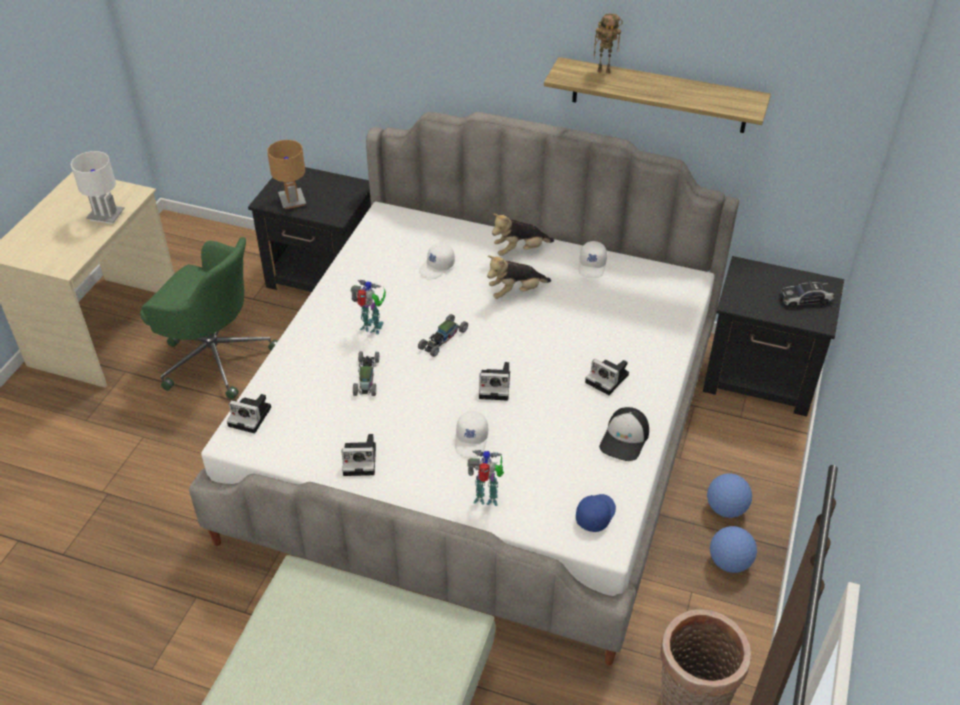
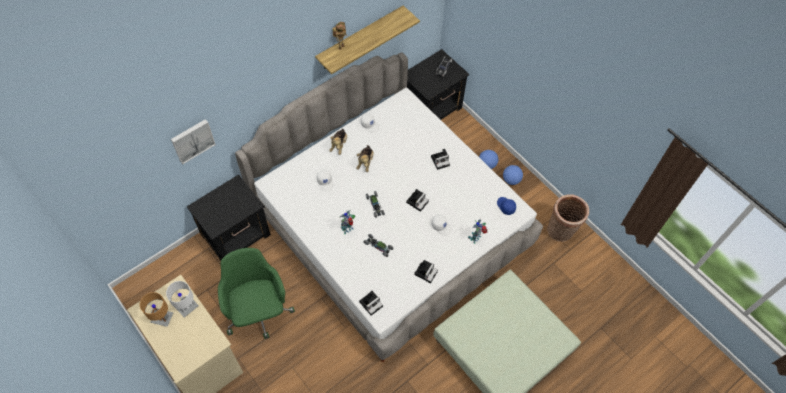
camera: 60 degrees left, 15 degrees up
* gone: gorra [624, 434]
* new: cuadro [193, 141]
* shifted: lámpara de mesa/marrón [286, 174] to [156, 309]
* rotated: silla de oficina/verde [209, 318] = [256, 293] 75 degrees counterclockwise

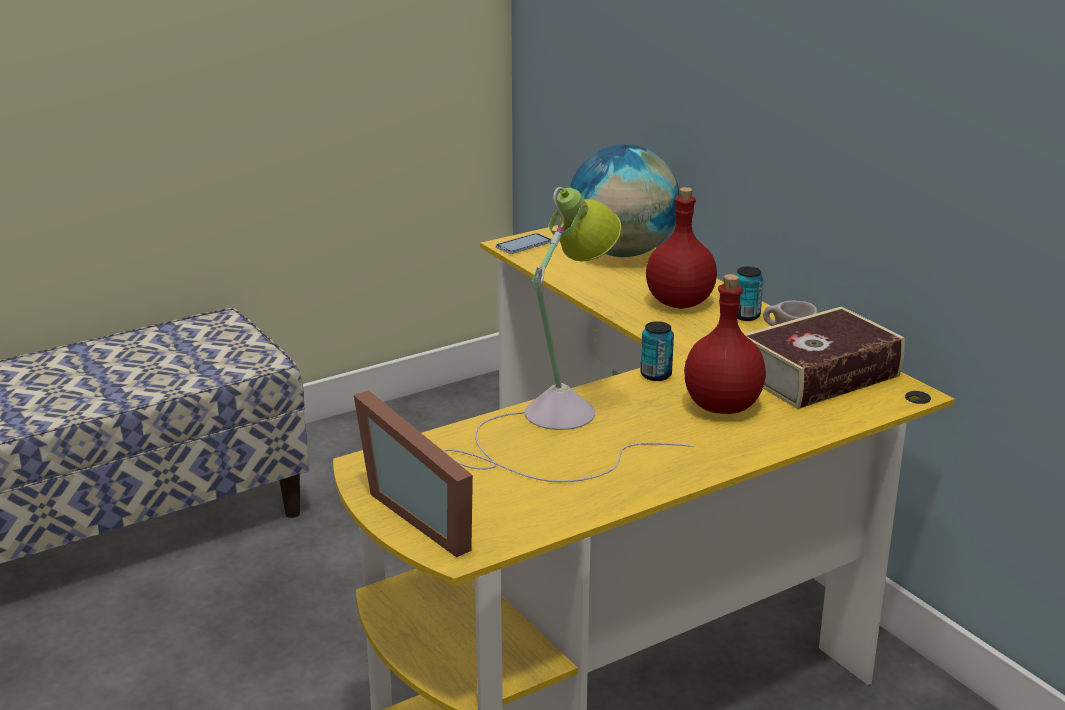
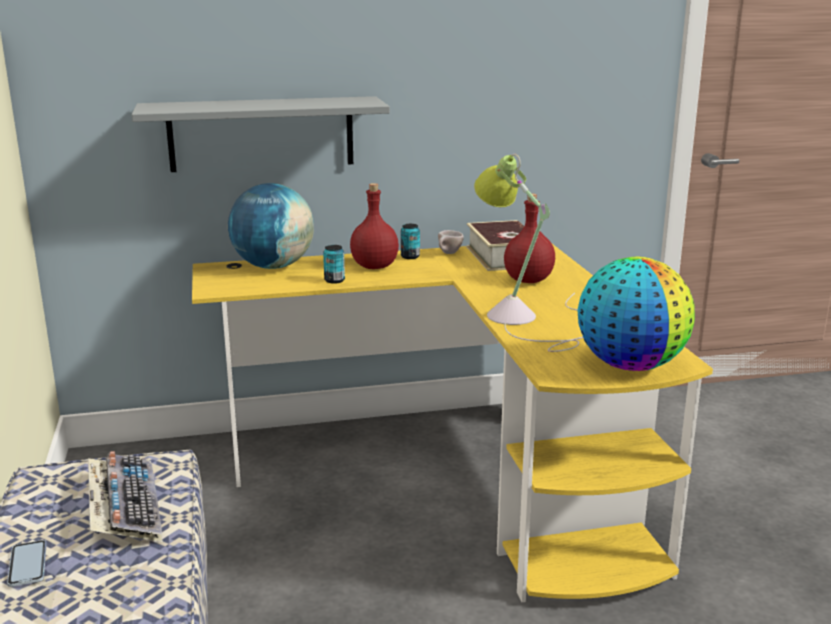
camera: 70 degrees left, 5 degrees down
* new: teclado [125, 496]
* new: estante/gris [261, 134]
* shifted: móvil [524, 243] to [27, 563]
* shifted: lata [657, 351] to [334, 264]
* swapped: portarretratos [413, 473] to globo terráqueo [636, 314]

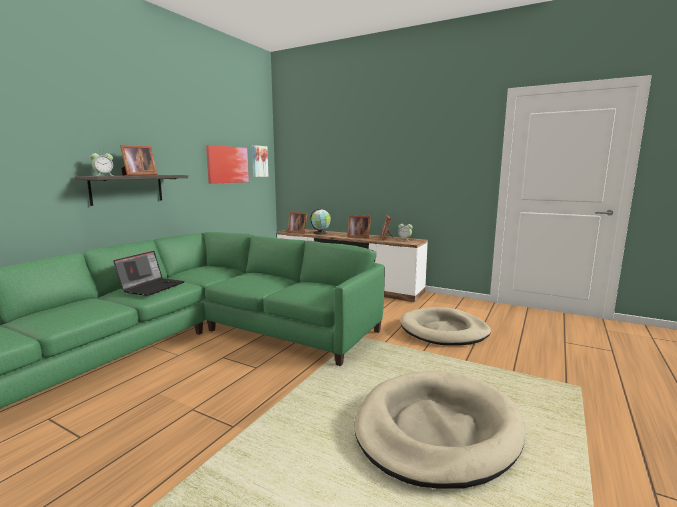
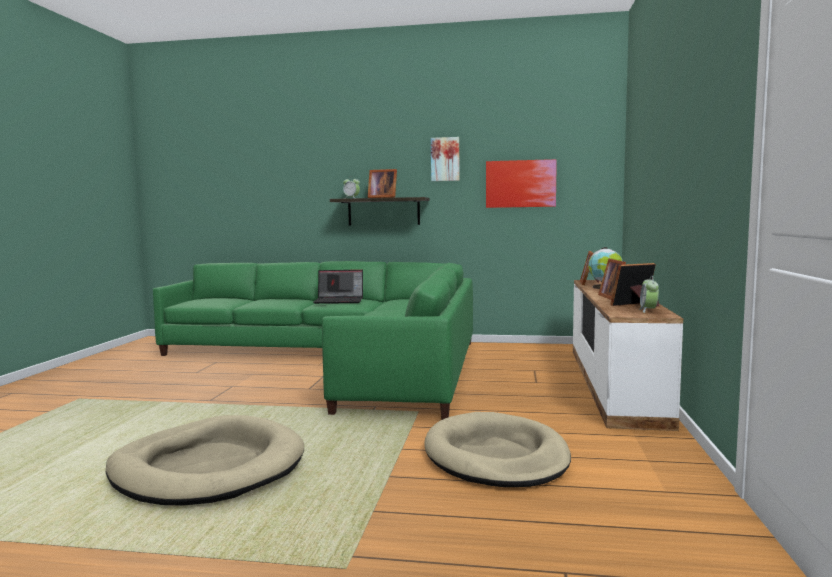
camera: 70 degrees right, 5 degrees down
* shifted: cuadro [260, 161] to [445, 159]

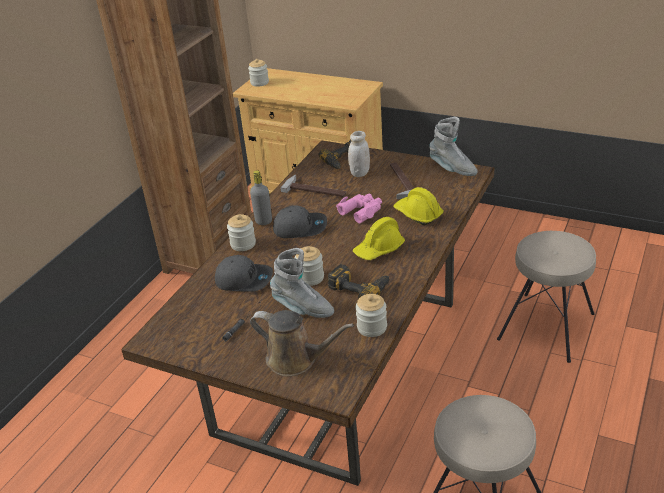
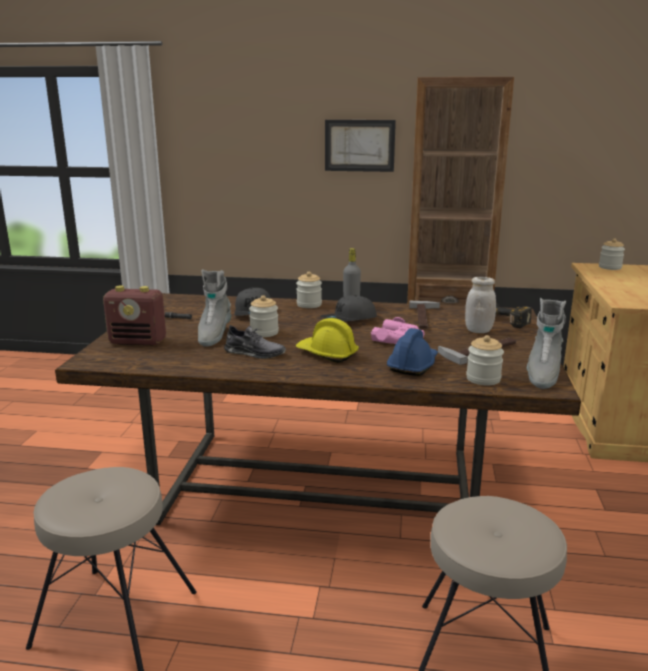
camera: 70 degrees right, 15 degrees down
* new: cuadro [360, 146]
* shifted: tarro [371, 315] to [485, 360]
* swapped: regadera/marrón [302, 343] to radio [134, 315]
* swapped: taladro [358, 281] to zapato/gris [255, 342]
* repainted: casco/amarillo [419, 206] to casco/azul [412, 352]
* rotated: gorra/gris [300, 221] = [349, 308] 75 degrees clockwise

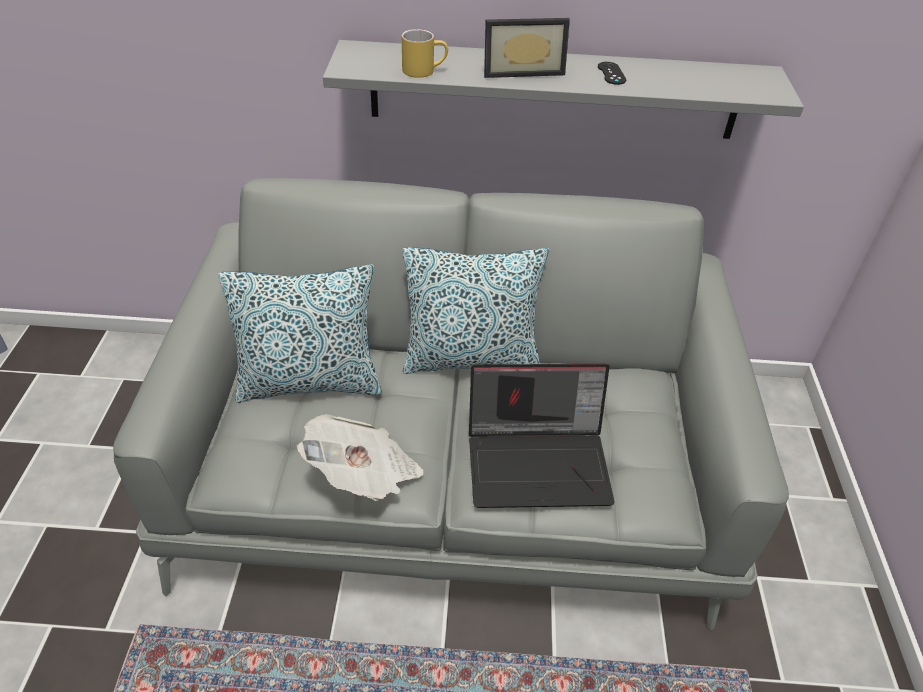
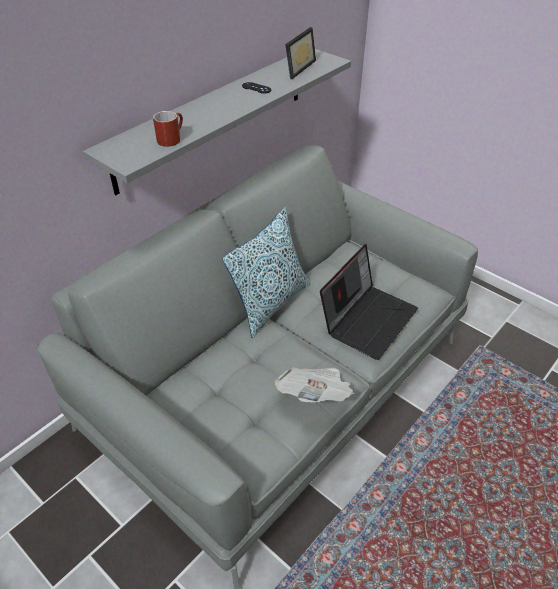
camera: 50 degrees left, 0 degrees up
* gone: cojín [300, 333]
* shifted: portarretratos [527, 48] to [300, 53]
* repainted: taza grande/amarillo [425, 53] to taza grande/rojo [168, 129]

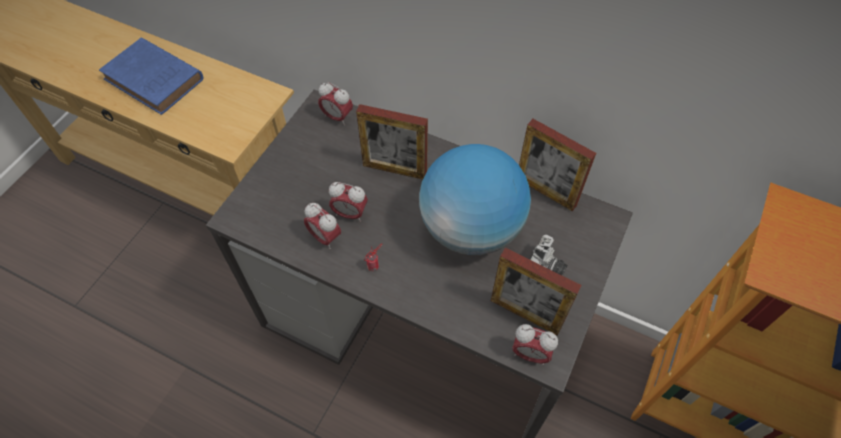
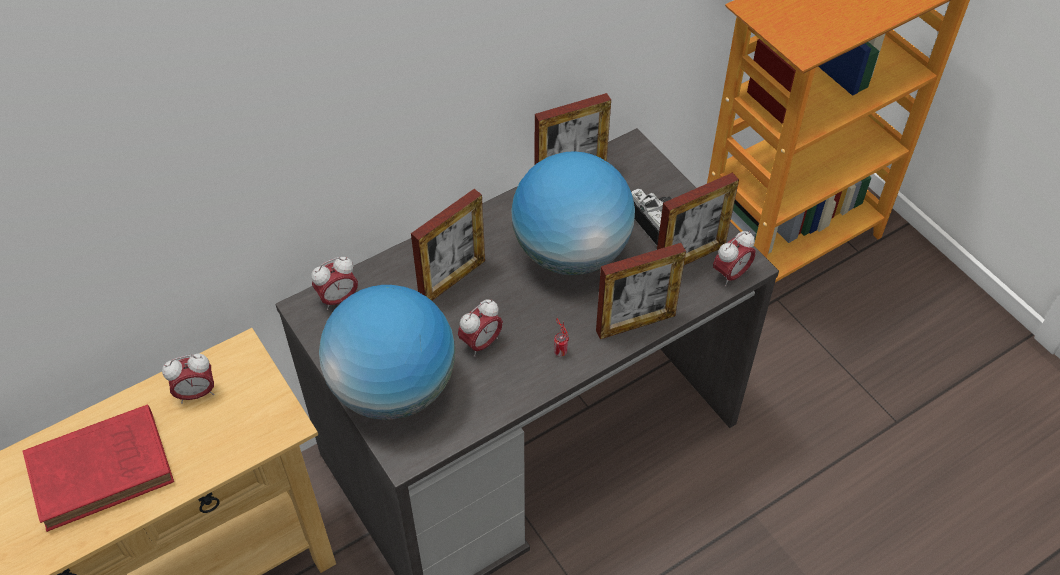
camera: 60 degrees left, 5 degrees down
* new: globo terráqueo [387, 352]
* new: portarretratos [641, 291]
* shifted: despertador [322, 226] to [188, 379]
* repainted: libro/azul [151, 76] to libro/rojo [98, 468]

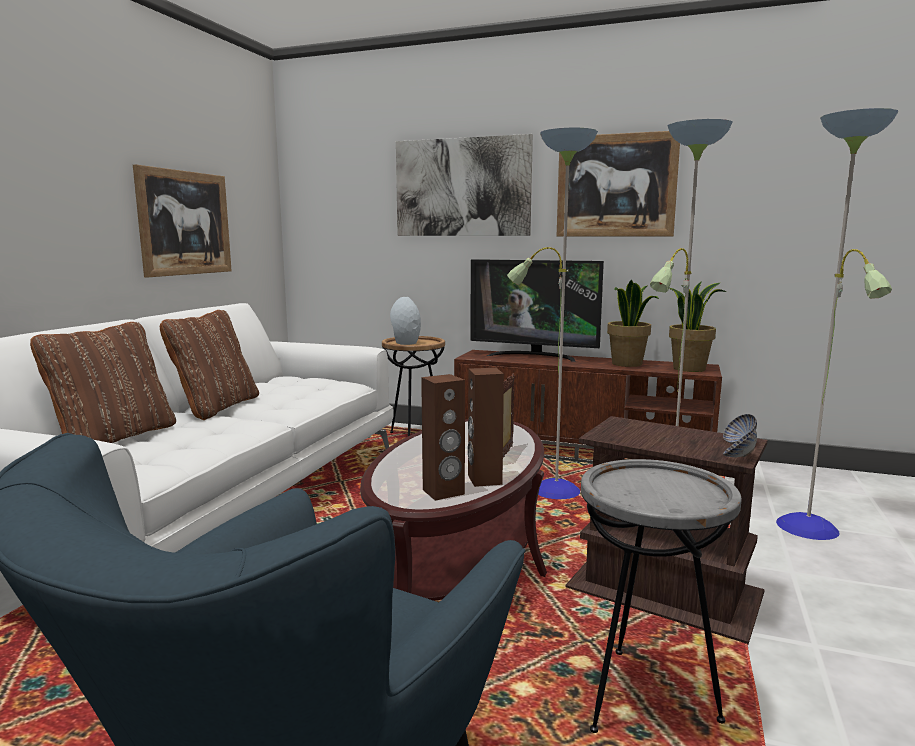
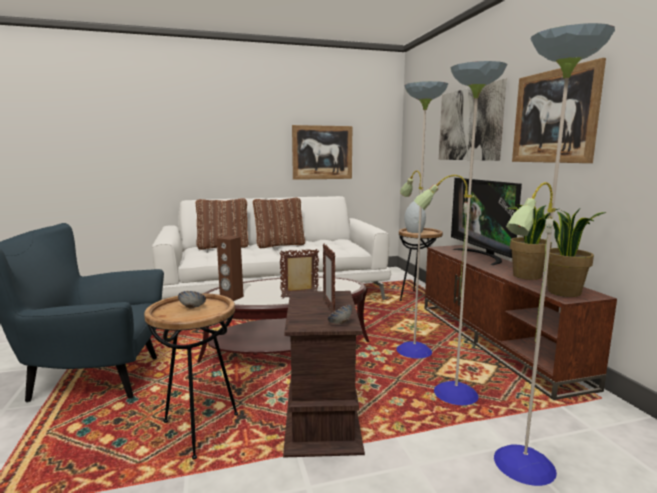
camera: 55 degrees right, 0 degrees up
* gone: altavoz/marrón [486, 427]
* new: portarretratos [329, 278]
* shifted: cuenco [740, 443] to [192, 300]
* repainted: mesa auxiliar/gris [661, 596] to mesa auxiliar/marrón [191, 376]

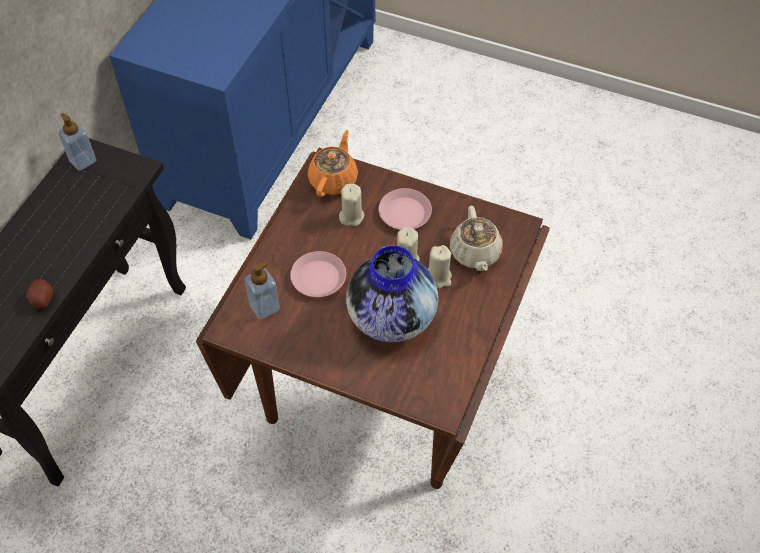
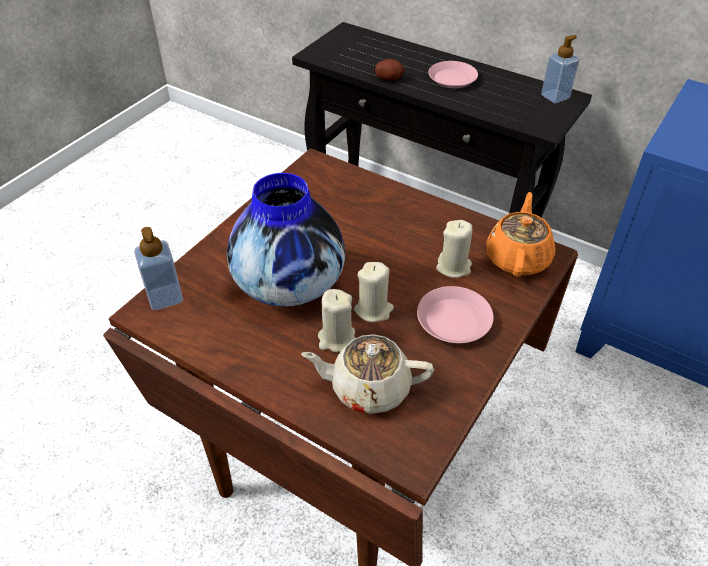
camera: 100 degrees right, 10 degrees down
* shifted: dispensador de jabón [262, 290] to [158, 268]
* shifted: plato/rosa [318, 274] to [453, 74]
* rotated: tetera/naranja [333, 163] = [520, 234] 105 degrees counterclockwise

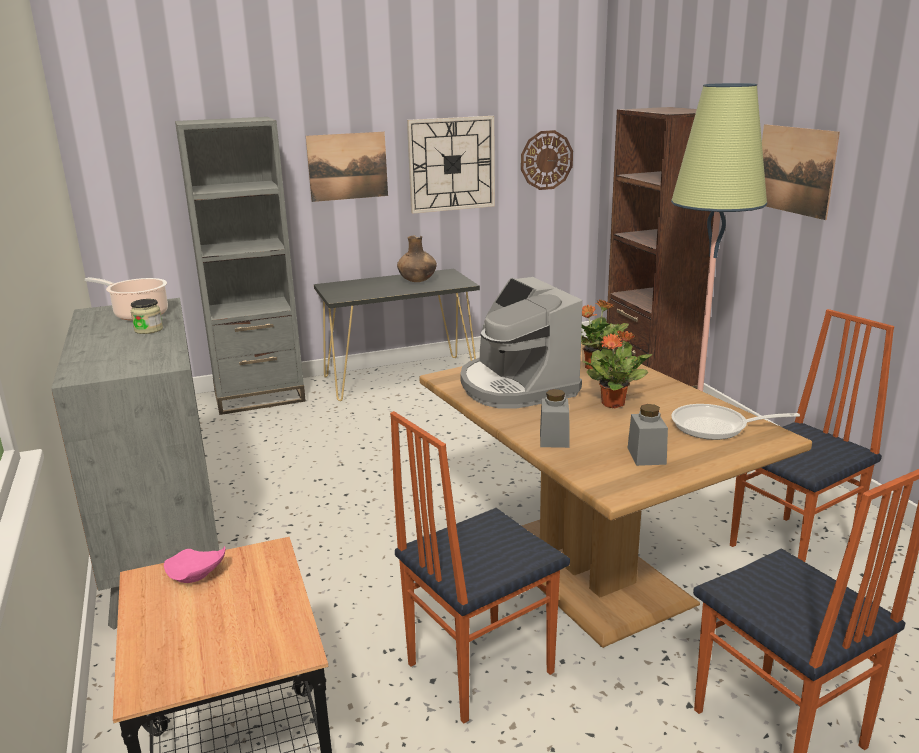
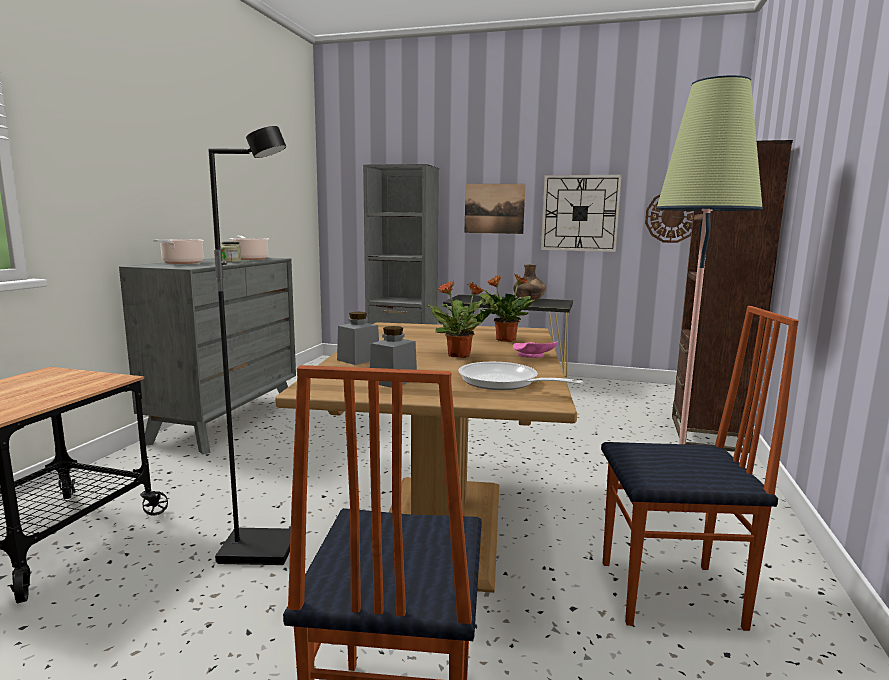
camera: 35 degrees right, 10 degrees down
* gone: cafetera [521, 343]
* gone: cuadro [801, 172]
* new: olla [178, 251]
* shifted: plato/rosa [194, 564] to [535, 349]
* swapped: silla [480, 567] to lámpara de pie/negro [249, 345]

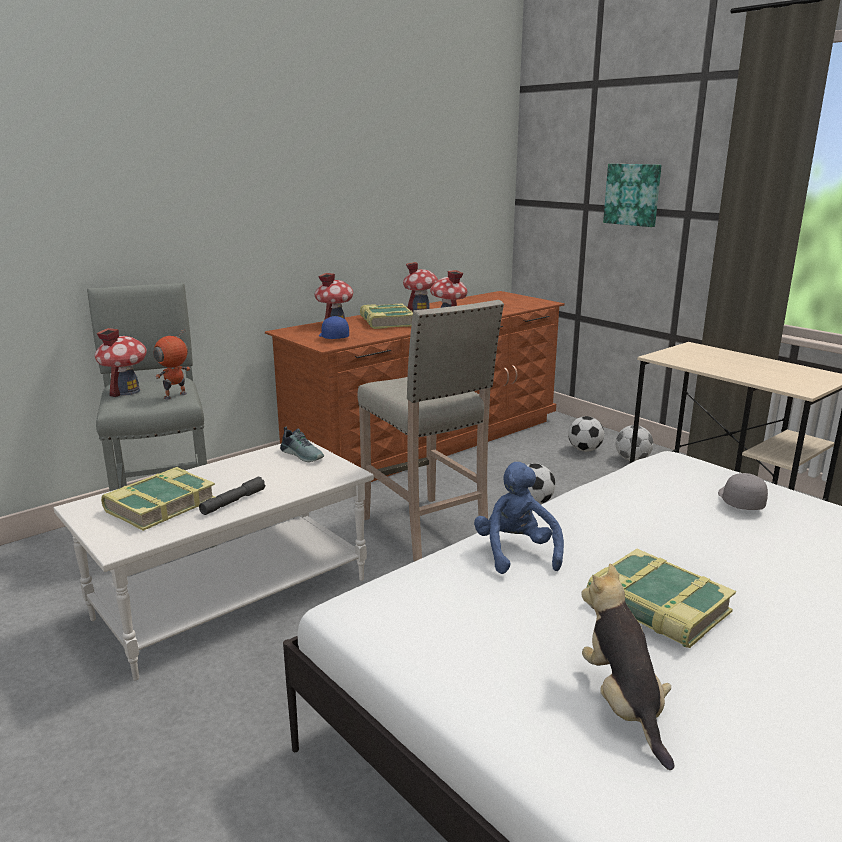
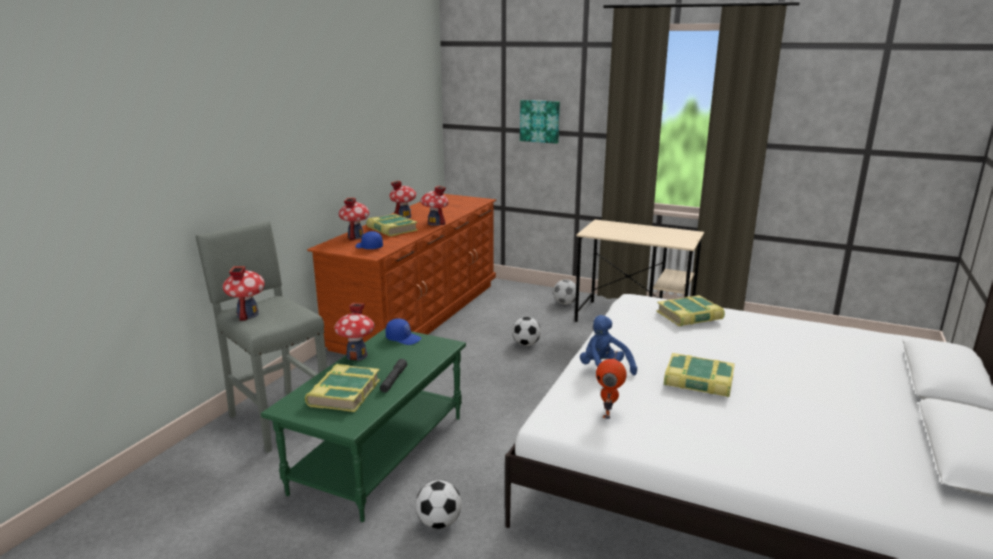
camera: 25 degrees left, 0 degrees up
* gone: taburete/beis [430, 430]
* gone: peluche [628, 666]
* new: casita [354, 332]
* shifted: robot de juguete [172, 364] to [611, 384]
* shifted: balón de fútbol [586, 434] to [438, 504]
* swapped: zapato [302, 444] to gorra/azul [404, 331]
* swapped: gorra/gris [743, 491] to libro [690, 310]
* repainted: mesa de centro/blanco [214, 560] to mesa de centro/verde [363, 425]

